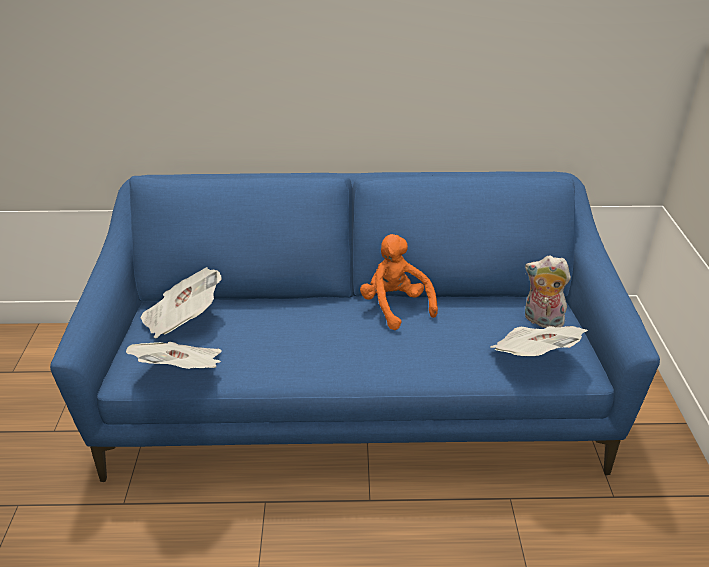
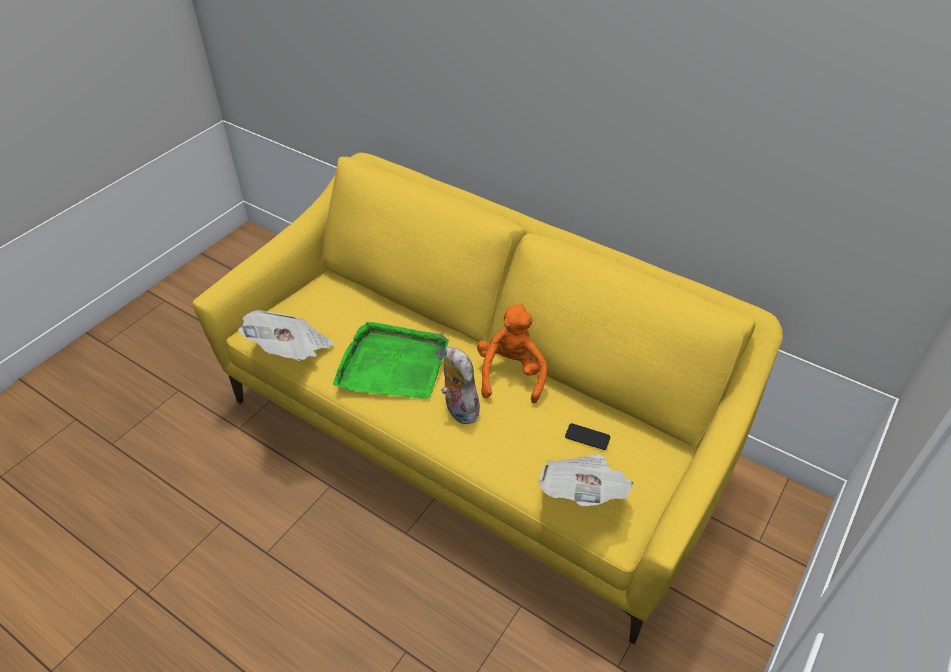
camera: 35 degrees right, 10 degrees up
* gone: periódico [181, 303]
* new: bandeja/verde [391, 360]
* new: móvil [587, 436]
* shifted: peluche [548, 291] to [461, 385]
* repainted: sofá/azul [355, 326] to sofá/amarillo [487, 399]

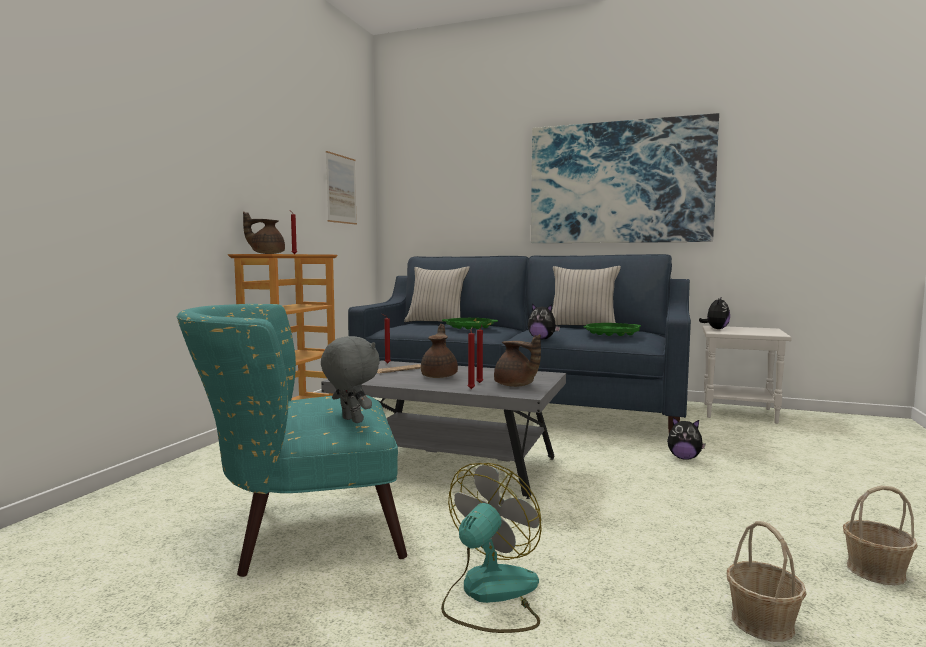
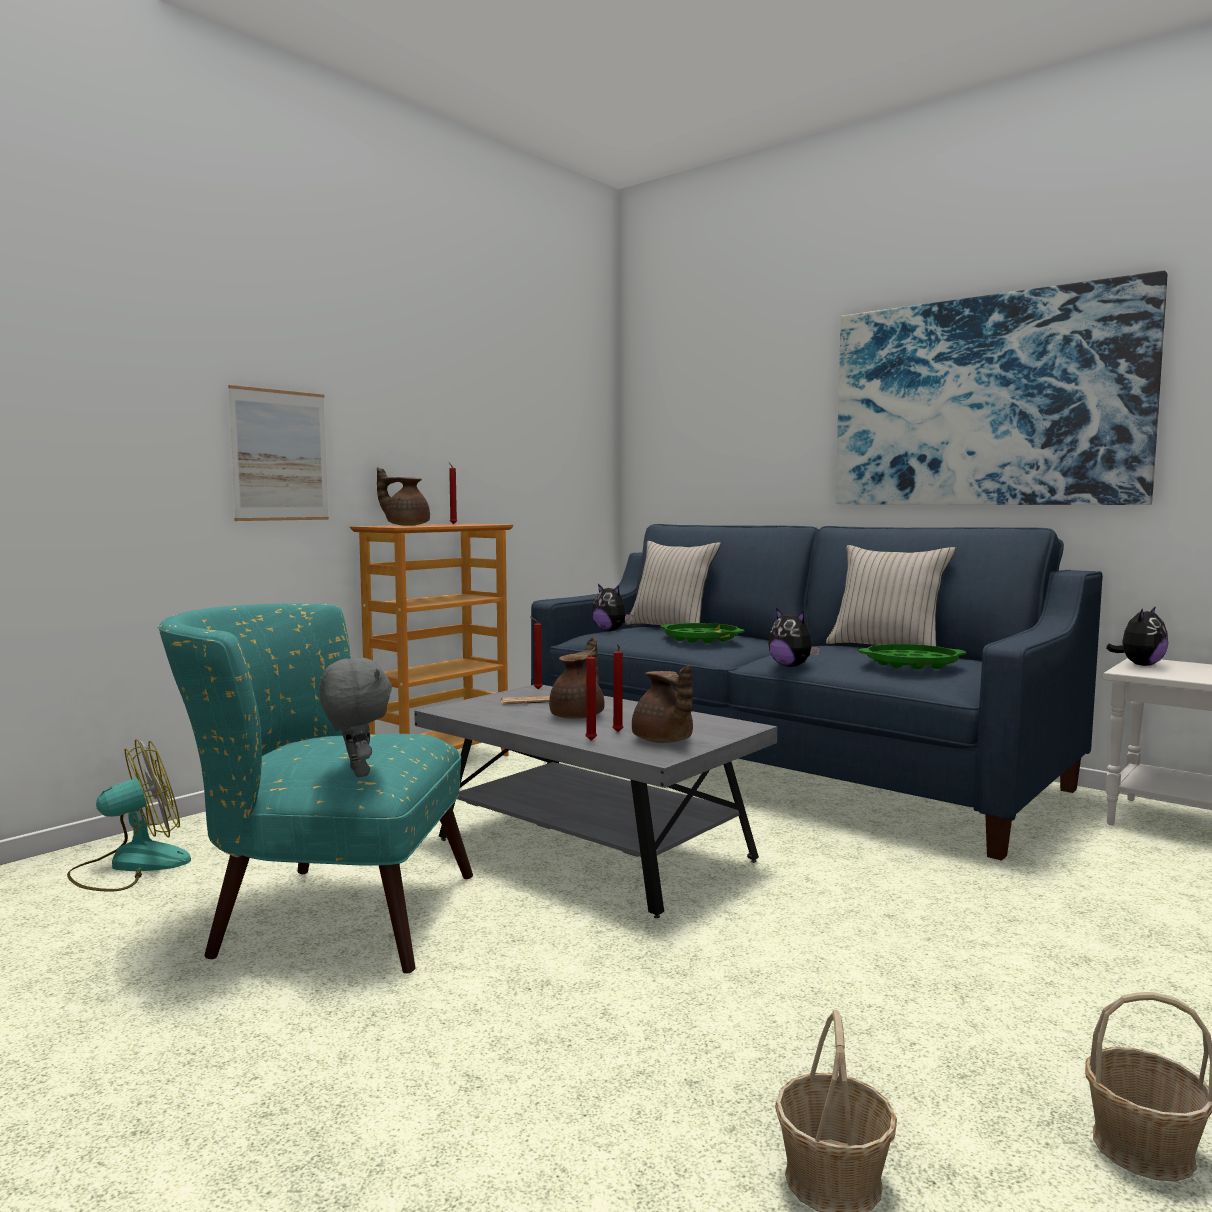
camera: 20 degrees right, 0 degrees up
* shifted: cuadro [341, 188] to [278, 453]
* shifted: ventilador [491, 548] to [129, 815]
* shifted: peluche [686, 438] to [612, 607]

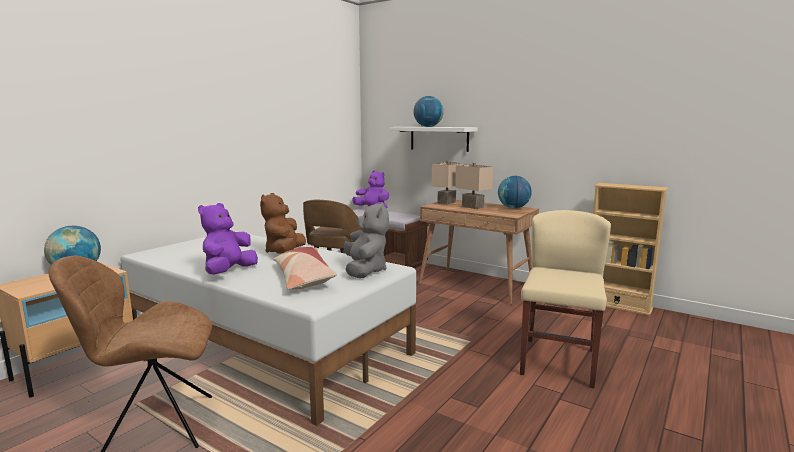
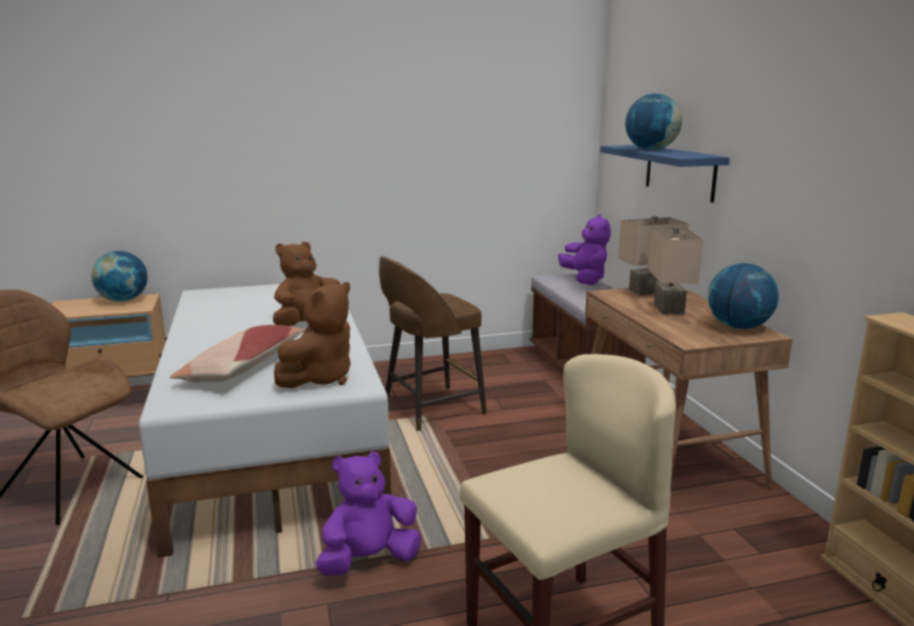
camera: 40 degrees right, 5 degrees up
* shifted: peluche/morado [228, 239] to [368, 513]
* repainted: peluche/gris [366, 240] to peluche/marrón [312, 335]
* repainted: estante/blanco [433, 139] to estante/azul [665, 174]

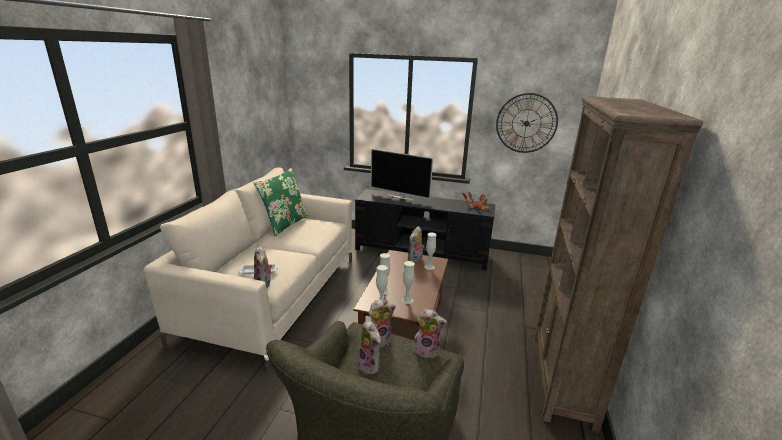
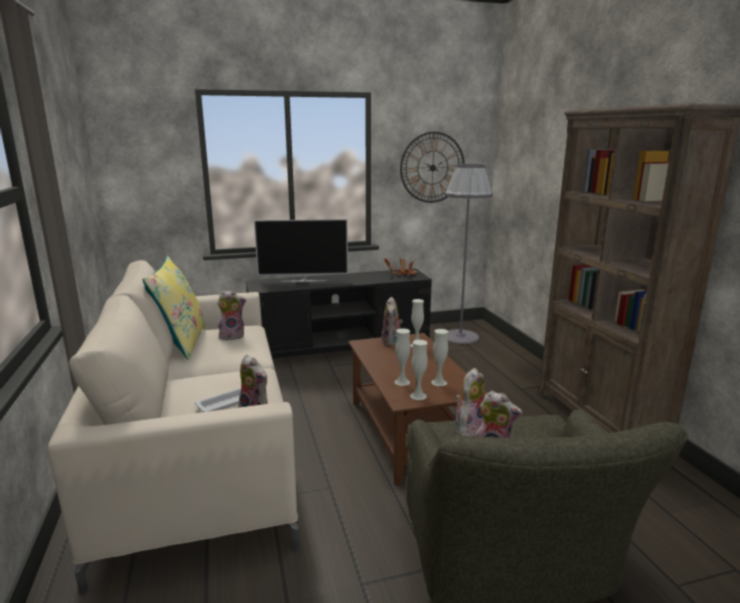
camera: 30 degrees left, 5 degrees down
* new: lámpara de pie/gris [469, 254]
* shifted: peluche [429, 334] to [231, 315]
* repainted: cojín/verde [281, 202] to cojín/amarillo [174, 308]

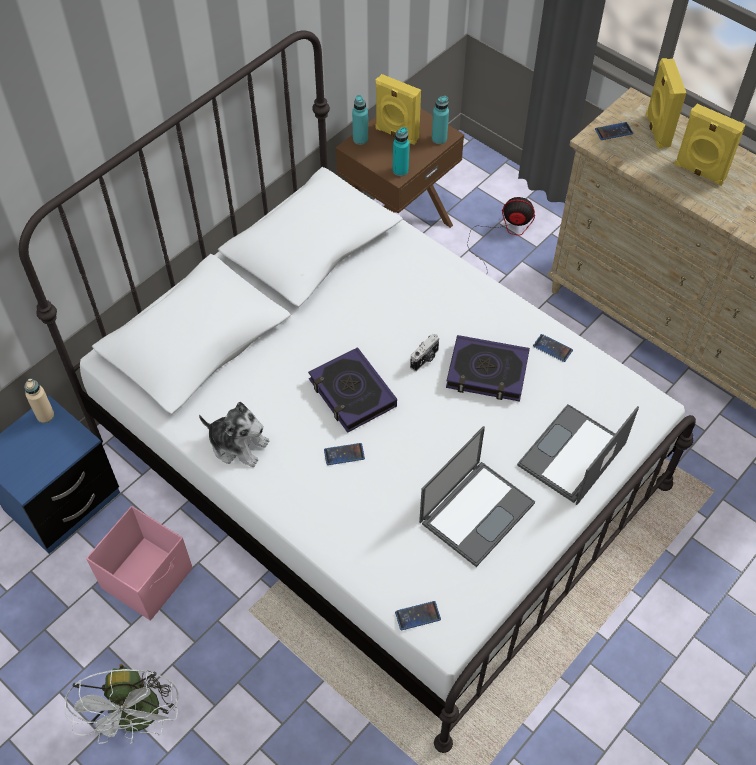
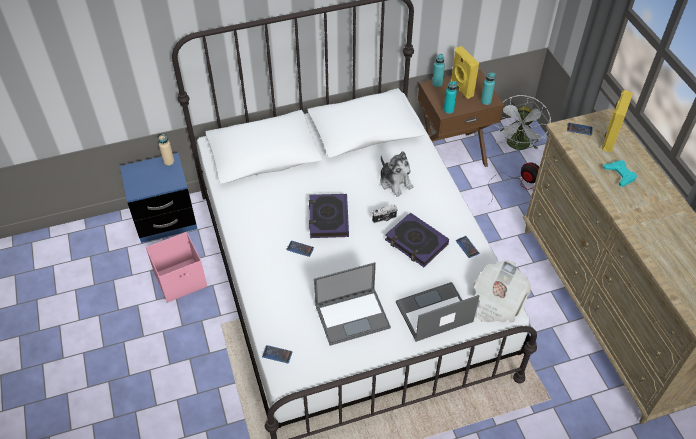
camera: 30 degrees right, 5 degrees down
* new: periódico [502, 291]
* shifted: ventilador/blanco [121, 704] to [522, 122]
* shifted: peluche [234, 434] to [397, 174]
* swapped: altavoz/amarillo [710, 145] to mando de consola/turquesa [620, 173]

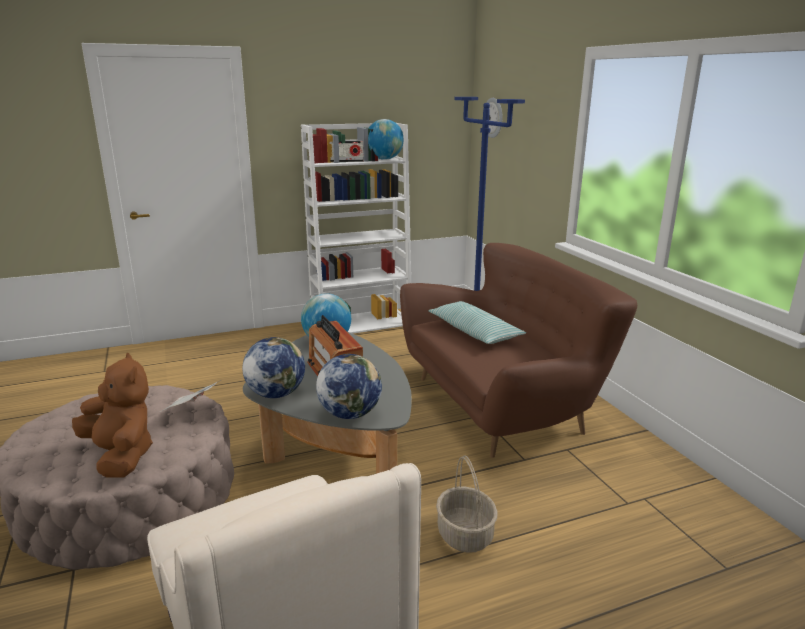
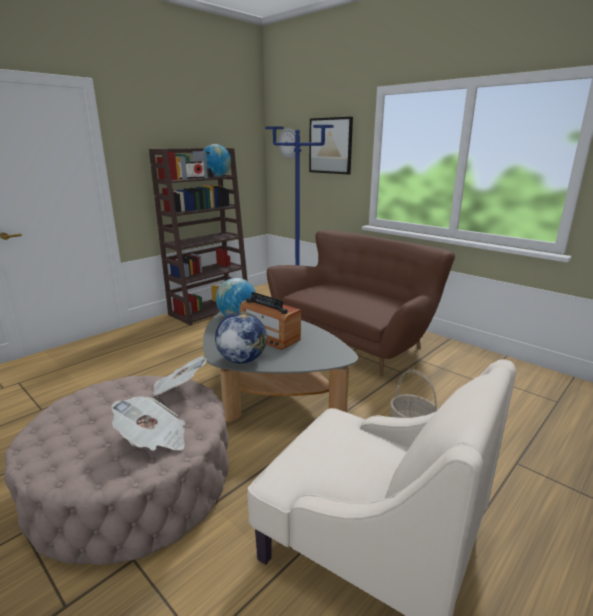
camera: 25 degrees left, 0 degrees up
* gone: globo terráqueo [349, 386]
* gone: cojín [477, 322]
* new: cuadro [331, 146]
* swapped: peluche/marrón [112, 415] to periódico [148, 423]
* repainted: estantería/blanco [356, 228] to estantería/marrón [198, 237]

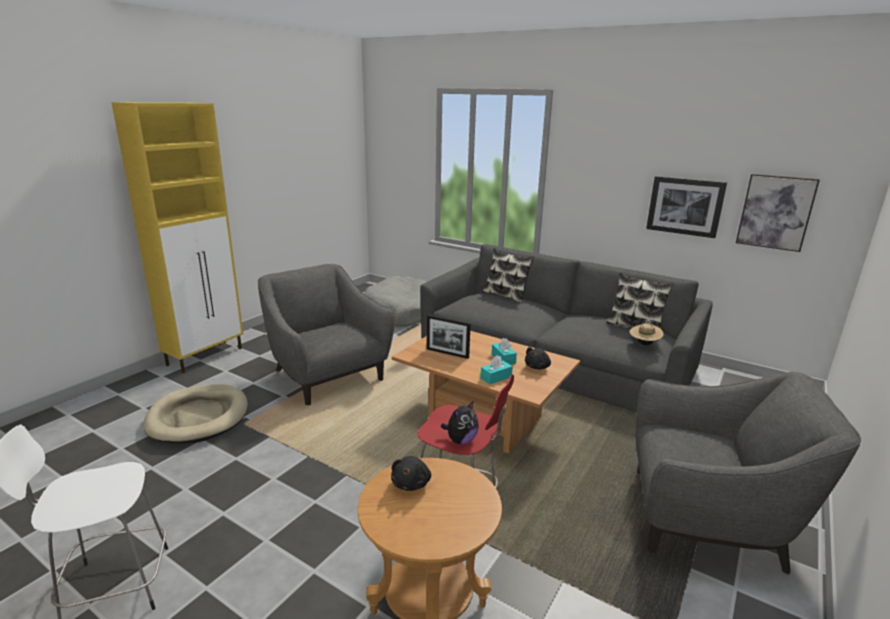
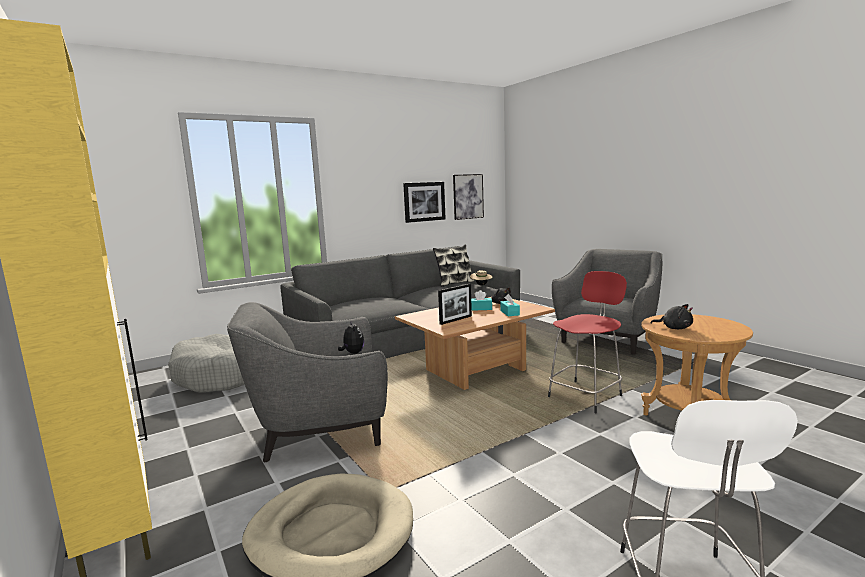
camera: 65 degrees left, 10 degrees down
* gone: cojín [508, 275]
* shifted: peluche [460, 422] to [351, 338]

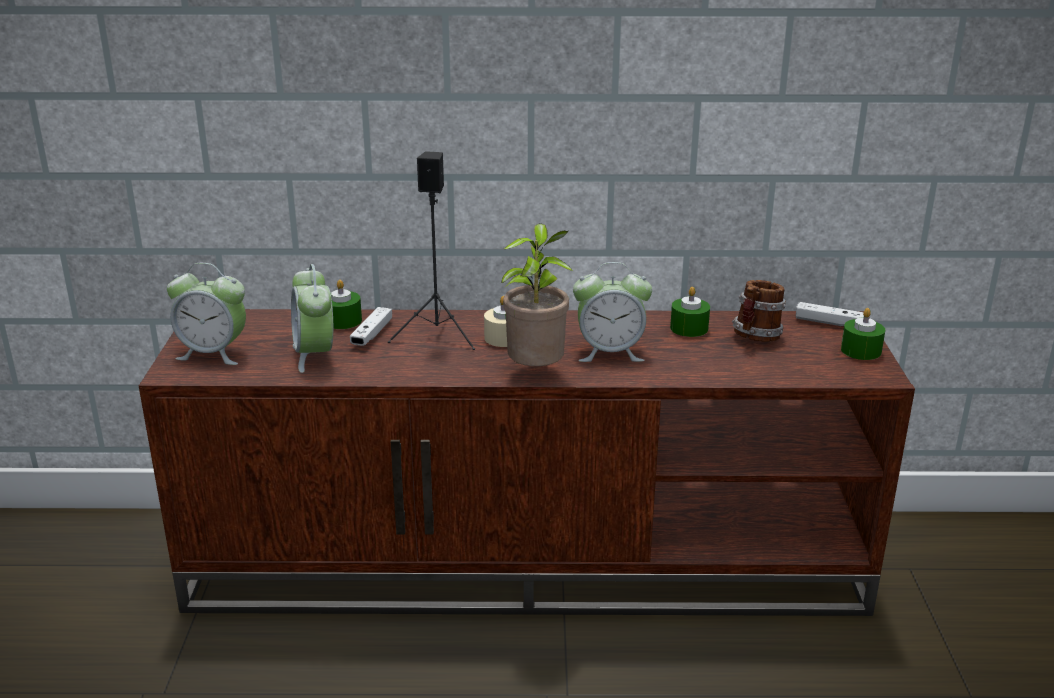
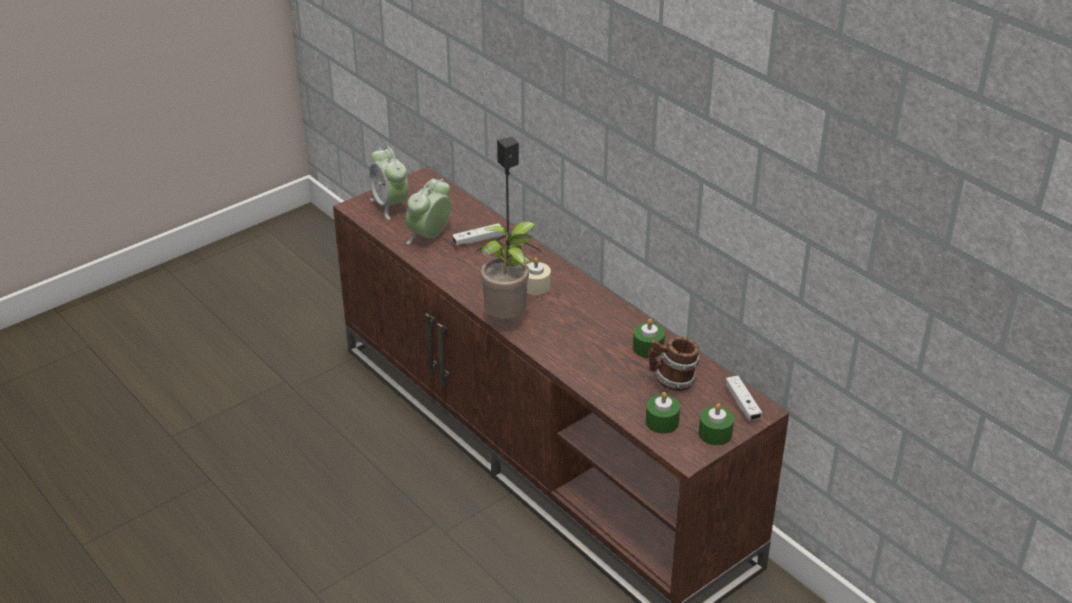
camera: 50 degrees right, 10 degrees up
* gone: despertador [612, 312]
* shifted: vela/verde [346, 304] to [663, 413]

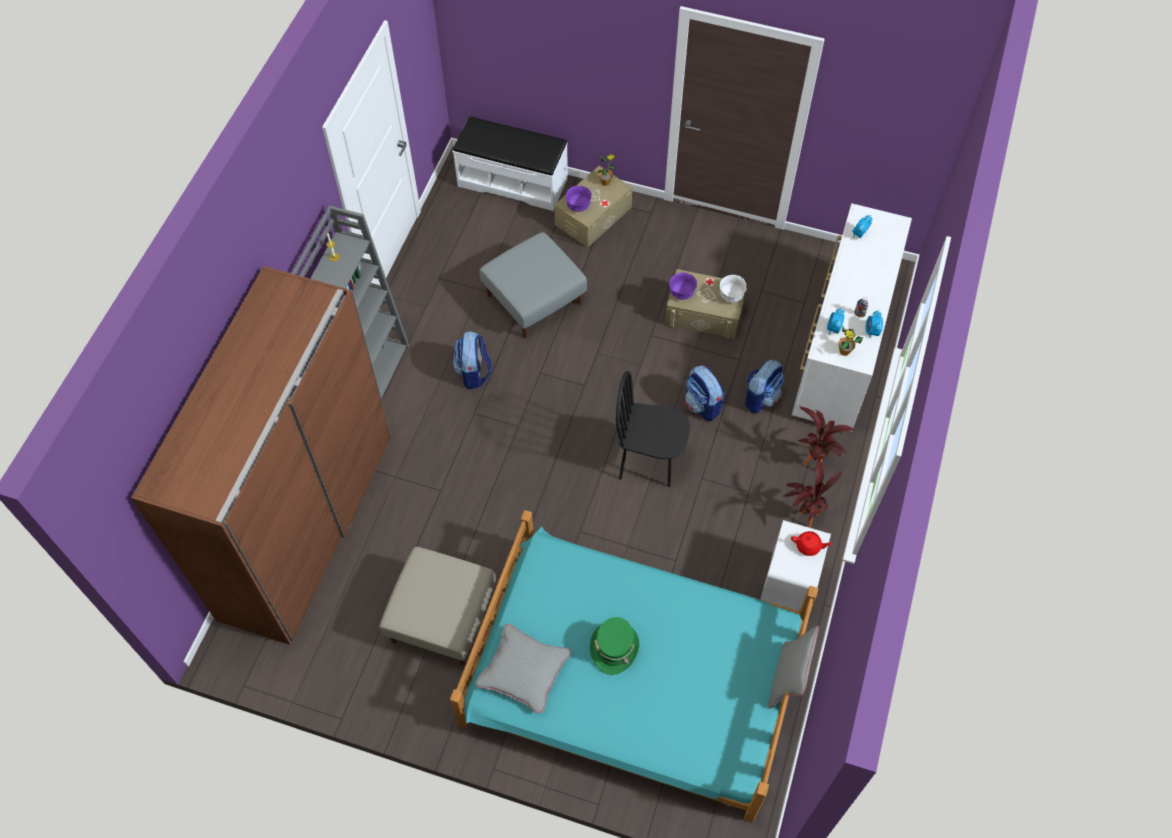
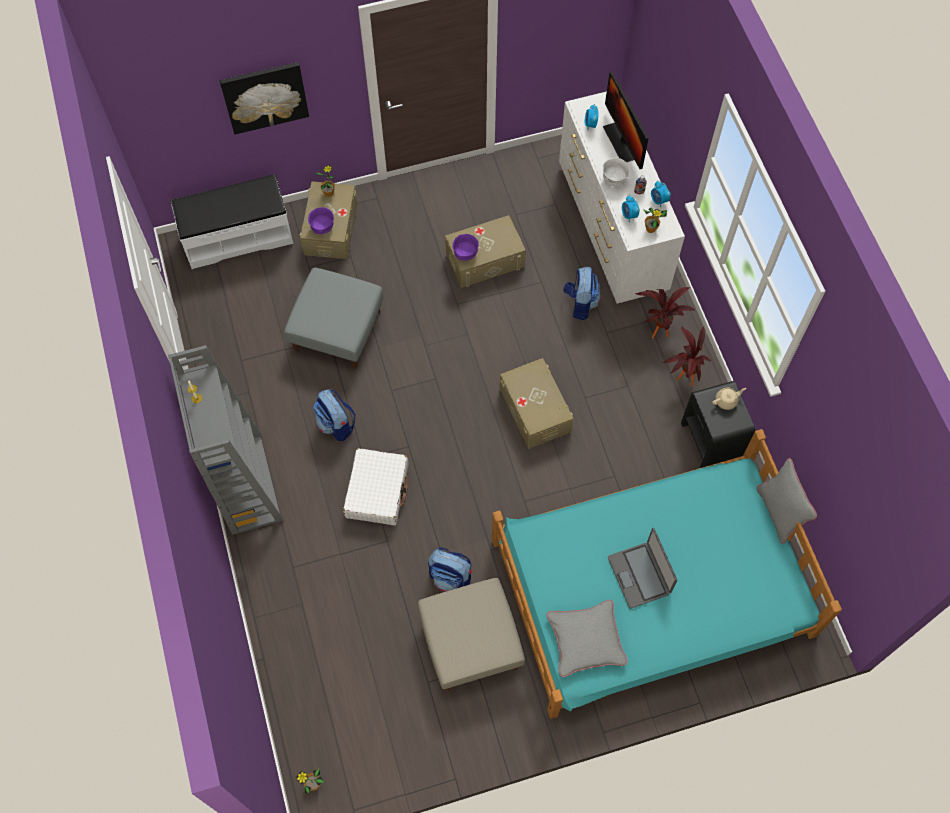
camera: 35 degrees left, 5 degrees up
* gone: armario ropero/marrón [261, 455]
* new: cuadro [264, 98]
* new: planta en maceta [310, 780]
* new: maleta/blanco [375, 487]
* new: monitor [626, 120]
* shifted: mochila [705, 393] to [450, 569]
* shifted: cuenco/blanco [733, 289] to [616, 172]
* swapped: sombrero/verde [614, 646] to portátil [642, 568]
* swapped: silla/negro [653, 429] to caja de almacenaje/beis [536, 403]
* repainted: mesita de noche/blanco [795, 565] to mesita de noche/negro [718, 424]
* repainted: tetera/rojo [811, 543] to tetera/beis [729, 399]

